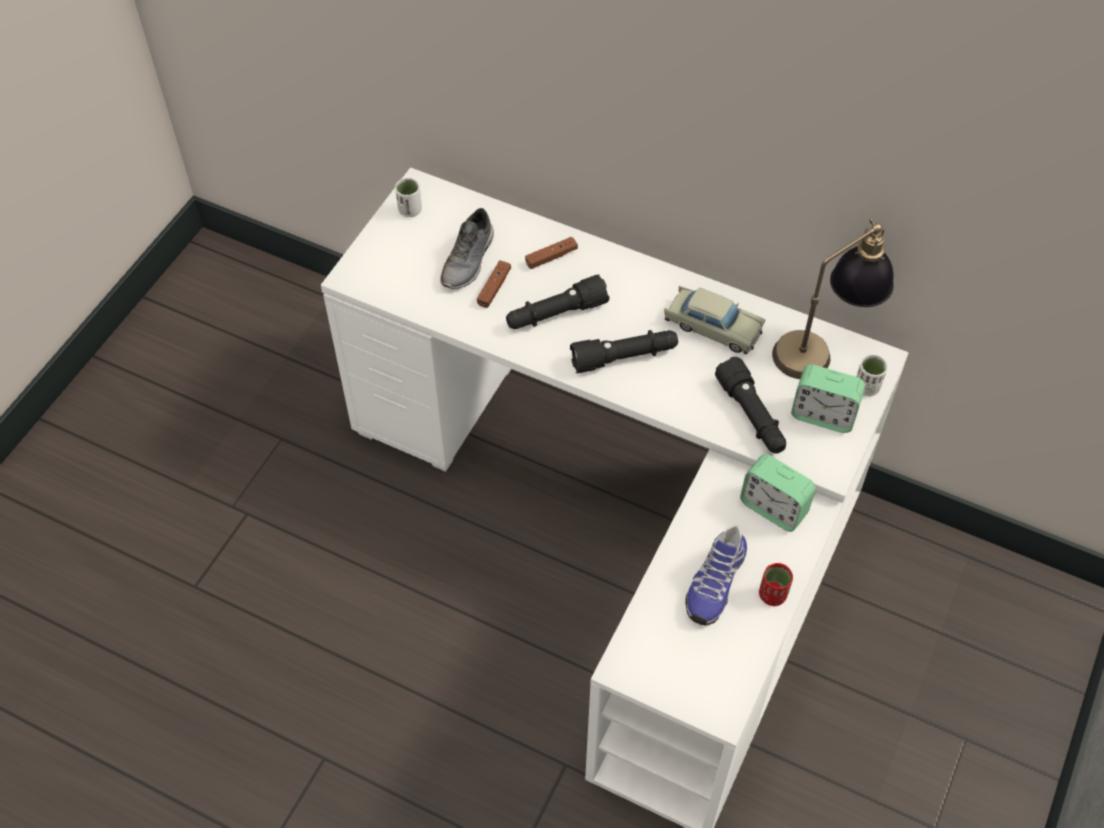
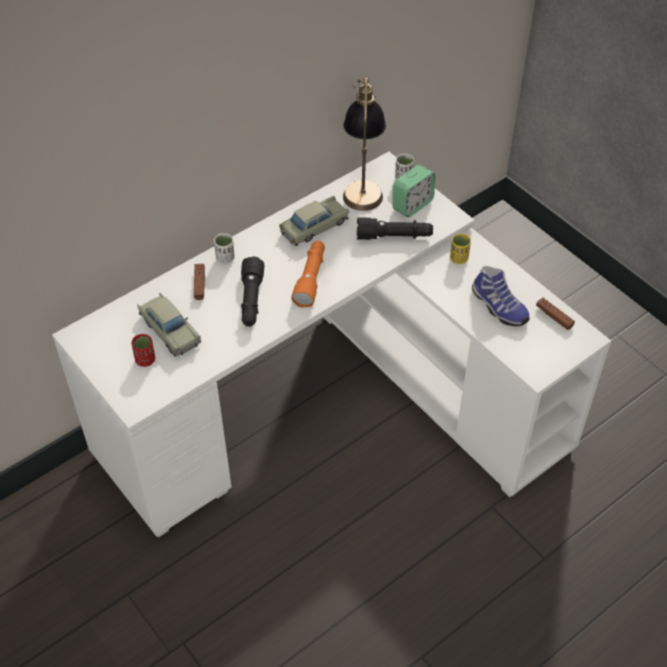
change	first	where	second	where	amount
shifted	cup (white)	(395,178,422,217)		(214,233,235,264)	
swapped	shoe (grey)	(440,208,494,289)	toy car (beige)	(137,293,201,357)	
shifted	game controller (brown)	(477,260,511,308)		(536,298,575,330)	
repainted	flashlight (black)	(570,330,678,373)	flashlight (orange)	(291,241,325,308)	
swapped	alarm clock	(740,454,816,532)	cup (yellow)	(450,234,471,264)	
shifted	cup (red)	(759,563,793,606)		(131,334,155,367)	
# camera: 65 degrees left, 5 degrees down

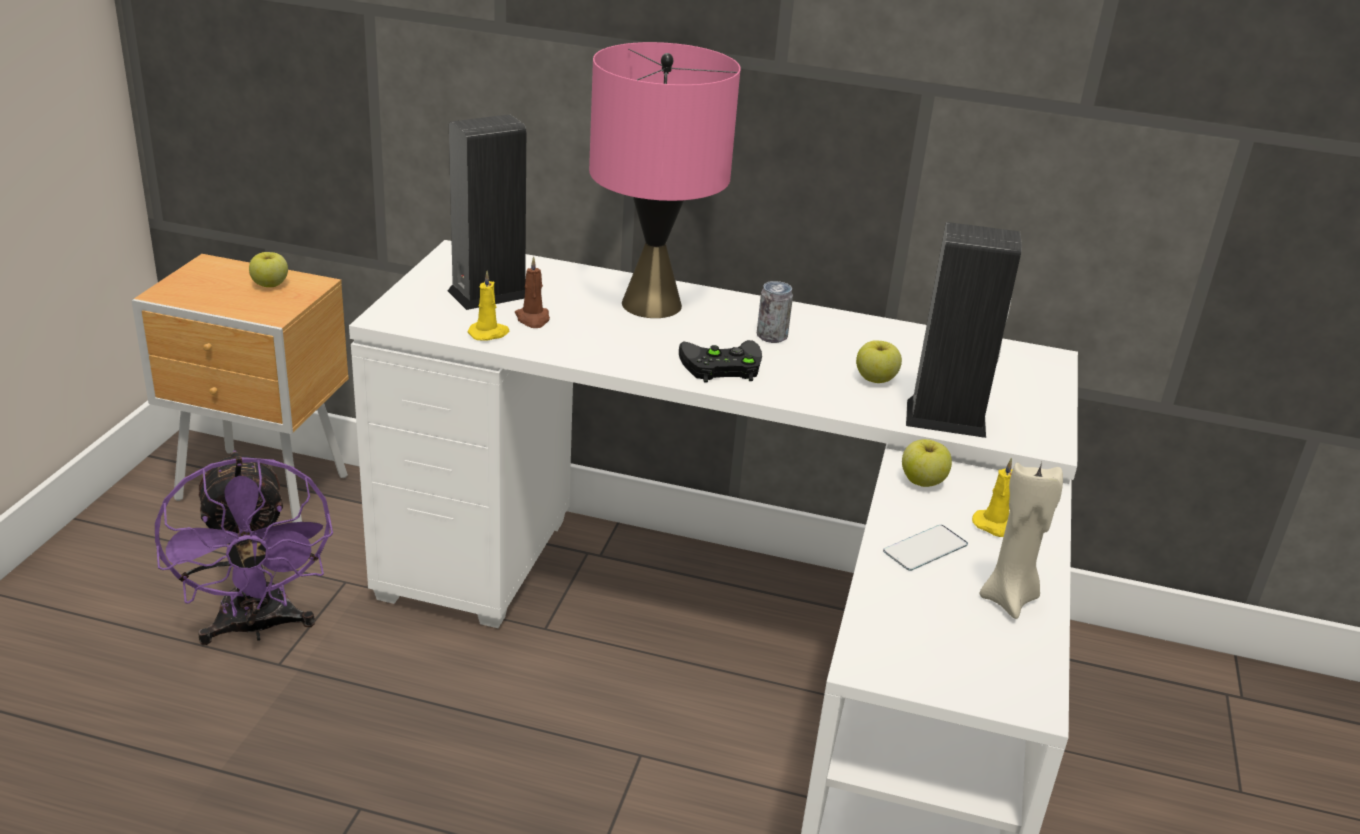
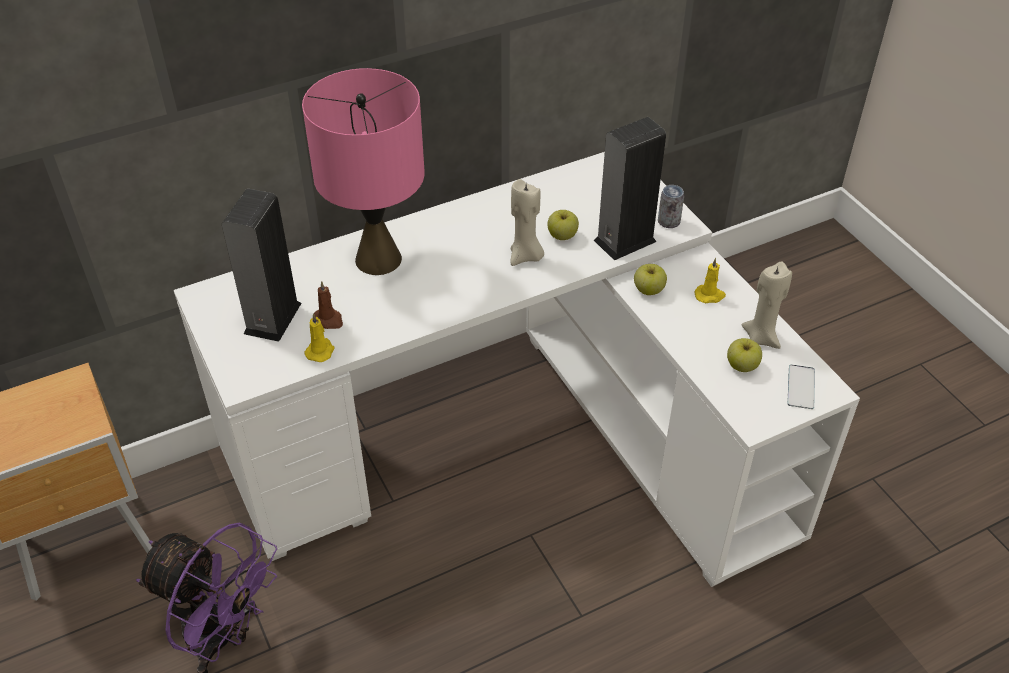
change	first	where	second	where	amount
shifted	apple	(249,252,288,287)		(727,338,762,372)	
gone	game controller (black)	(679,340,762,382)			
shifted	can	(757,281,793,343)		(658,185,684,228)	
shifted	phone	(883,525,968,571)		(787,364,815,409)	
new			candle (beige)	(510,179,544,266)	
# camera: 40 degrees left, 15 degrees up

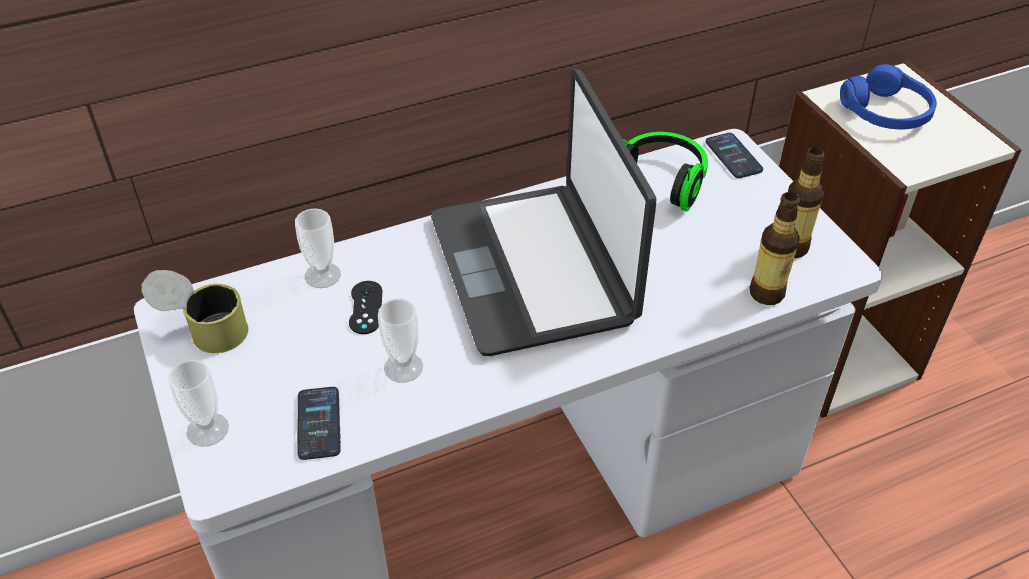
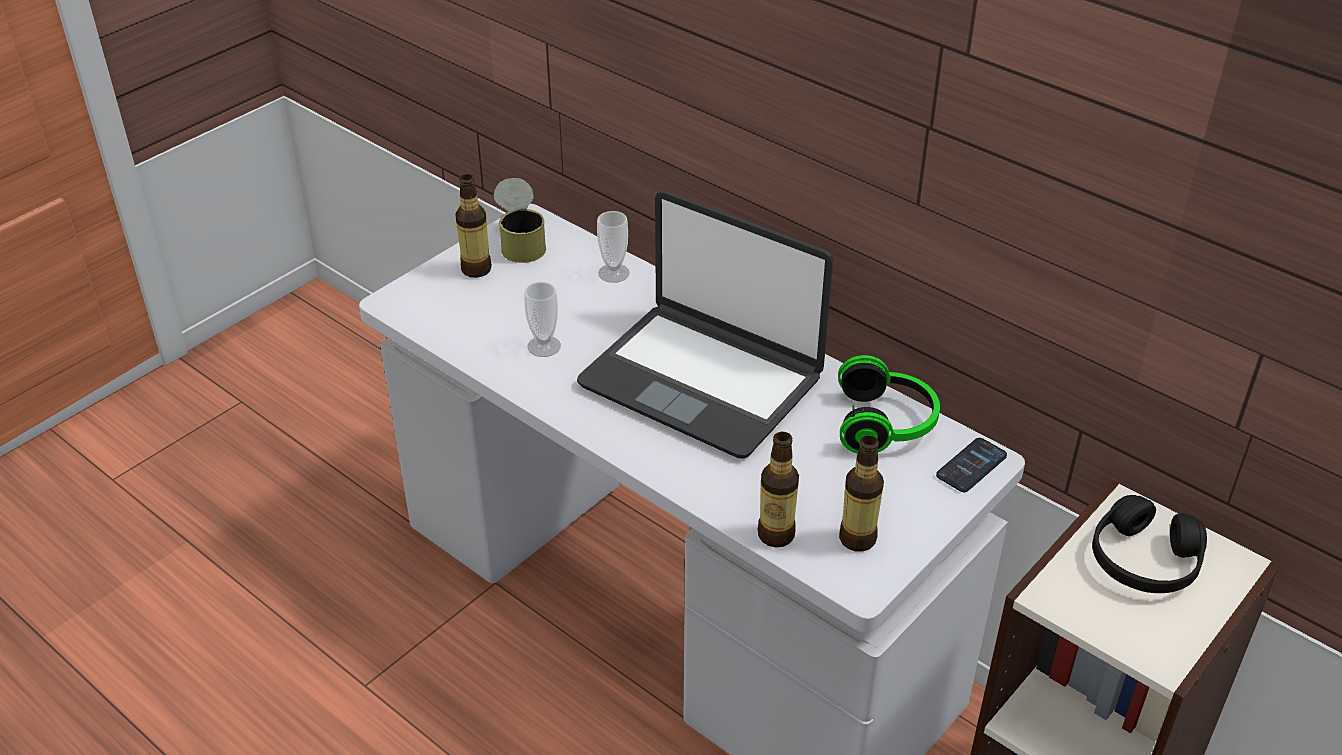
change	first	where	second	where	amount
gone	cup	(168,360,229,447)			
gone	phone	(297,387,341,460)			
gone	game controller (black)	(349,281,382,334)			
rotated	laptop	(431,69,656,356)		(577,191,833,459)	105 degrees counterclockwise
repainted	headphones (blue)	(840,64,937,130)	headphones (black)	(1092,495,1207,593)	
new			bottle	(455,174,492,278)	
# camera: 65 degrees right, 5 degrees down

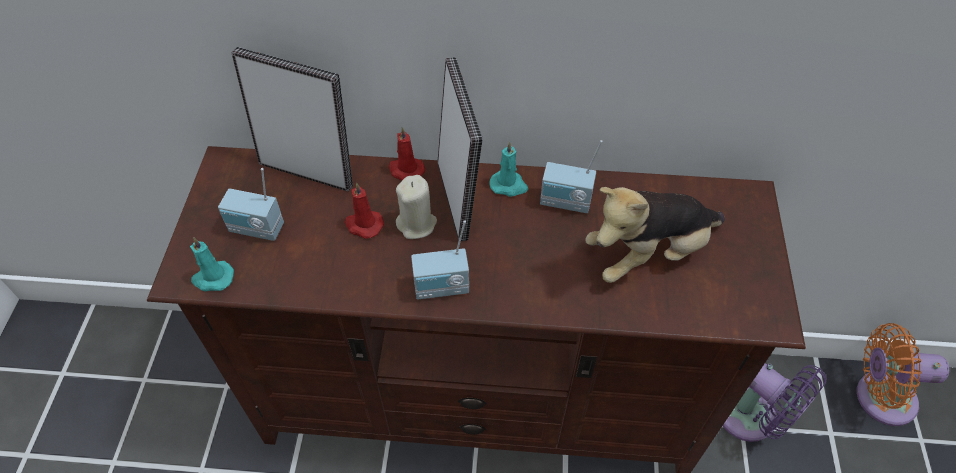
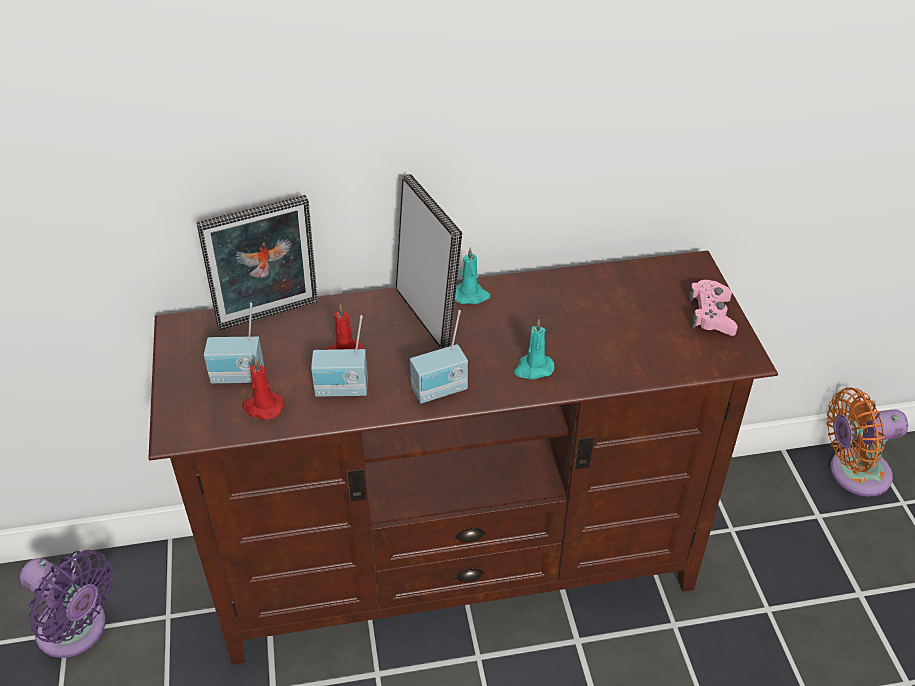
change	first	where	second	where	amount
shifted	candle (turquoise)	(190,237,234,291)		(514,319,555,379)	
rotated	picture frame	(232,47,353,192)		(196,195,318,330)	150 degrees clockwise
shifted	candle (red)	(389,127,425,181)		(243,358,285,420)	
gone	candle (beige)	(396,175,437,239)			
shifted	radio	(540,140,603,213)		(311,315,368,397)	
gone	plush toy	(586,187,725,283)			
shifted	fan (purple)	(723,363,826,442)		(20,550,114,658)	
new			game controller (pink)	(688,280,738,336)	
# camera: 15 degrees left, 10 degrees down

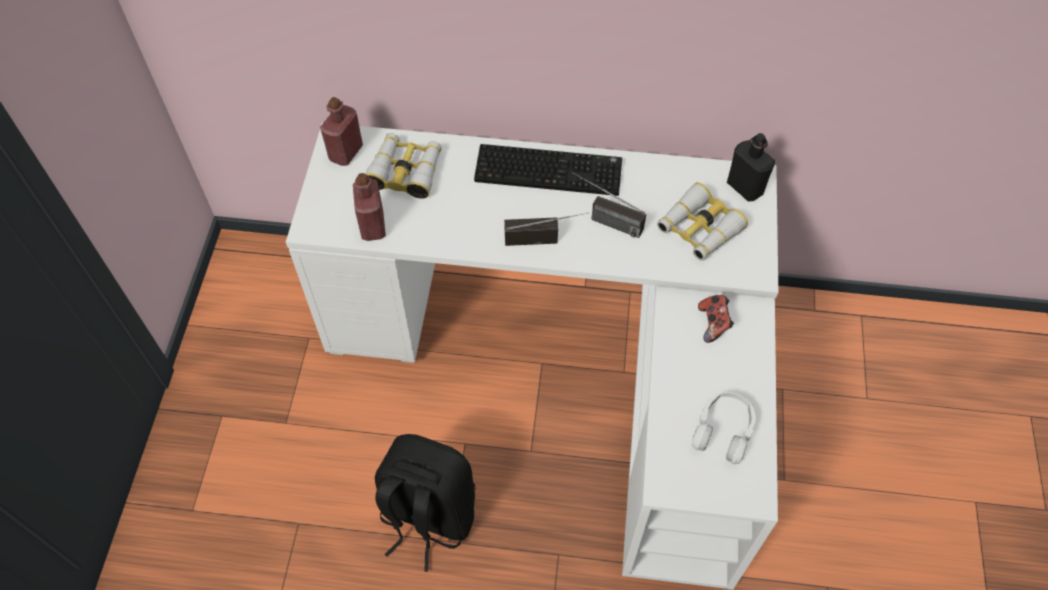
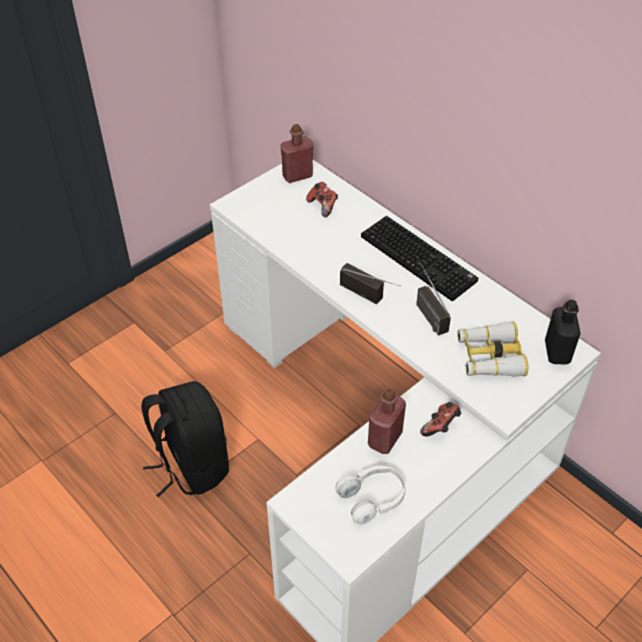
change	first	where	second	where	amount
shifted	bottle (red)	(353,173,386,241)		(368,388,406,454)	
swapped	binoculars	(366,133,442,199)	game controller	(306,182,338,217)	
# camera: 40 degrees right, 10 degrees down

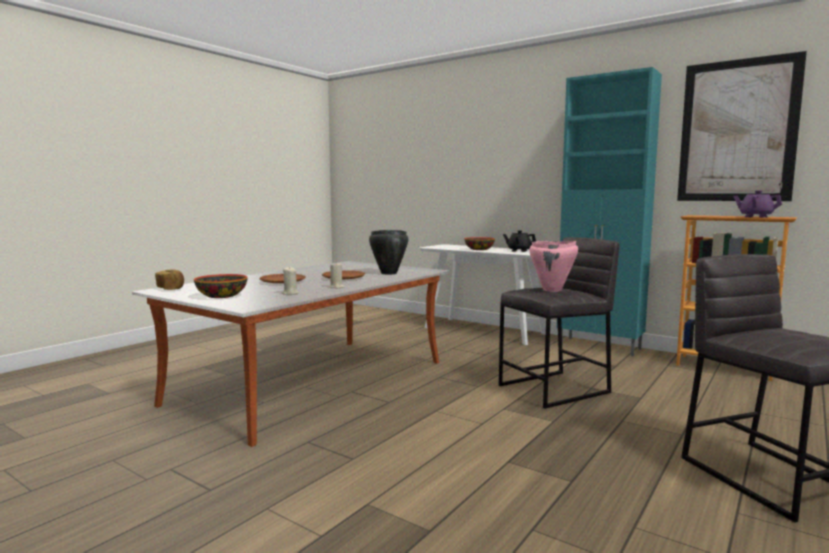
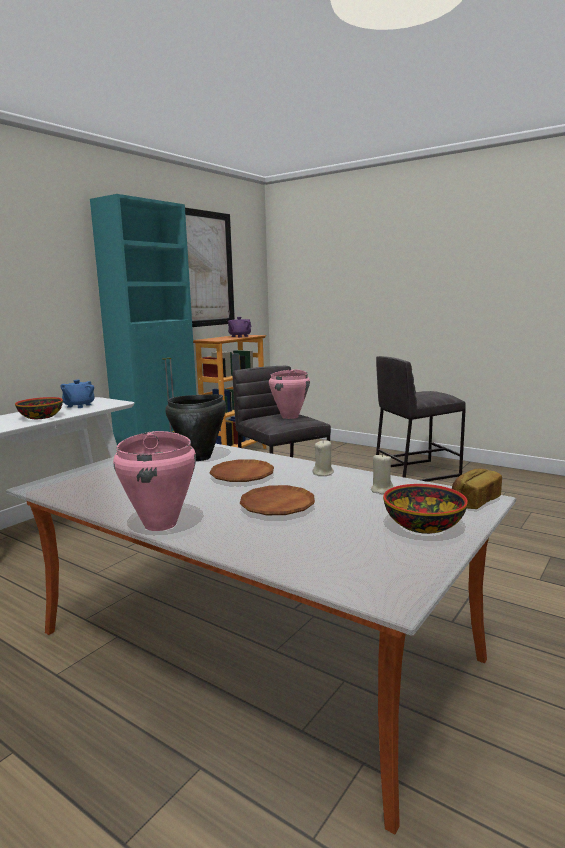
change	first	where	second	where	amount
shifted	bread	(155,269,184,290)		(452,468,502,509)	
repainted	teapot (black)	(503,230,536,252)	teapot (blue)	(60,380,95,408)	
new			cooking pot (pink)	(113,431,196,531)	
# camera: 90 degrees left, 5 degrees up

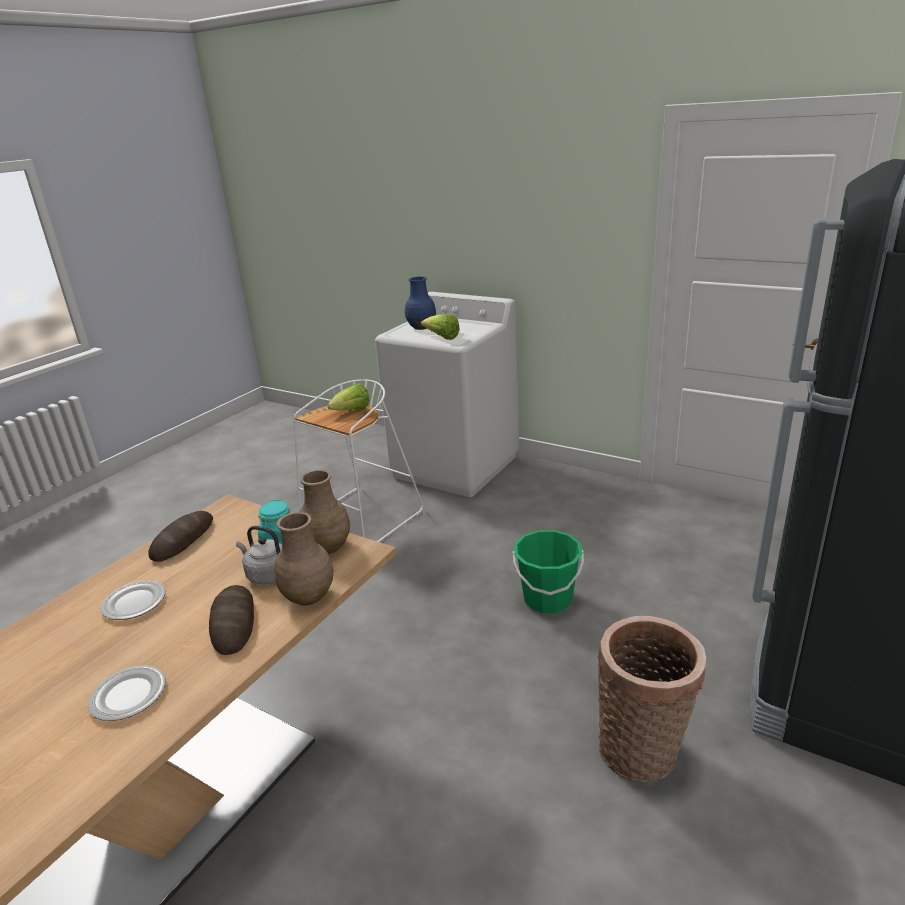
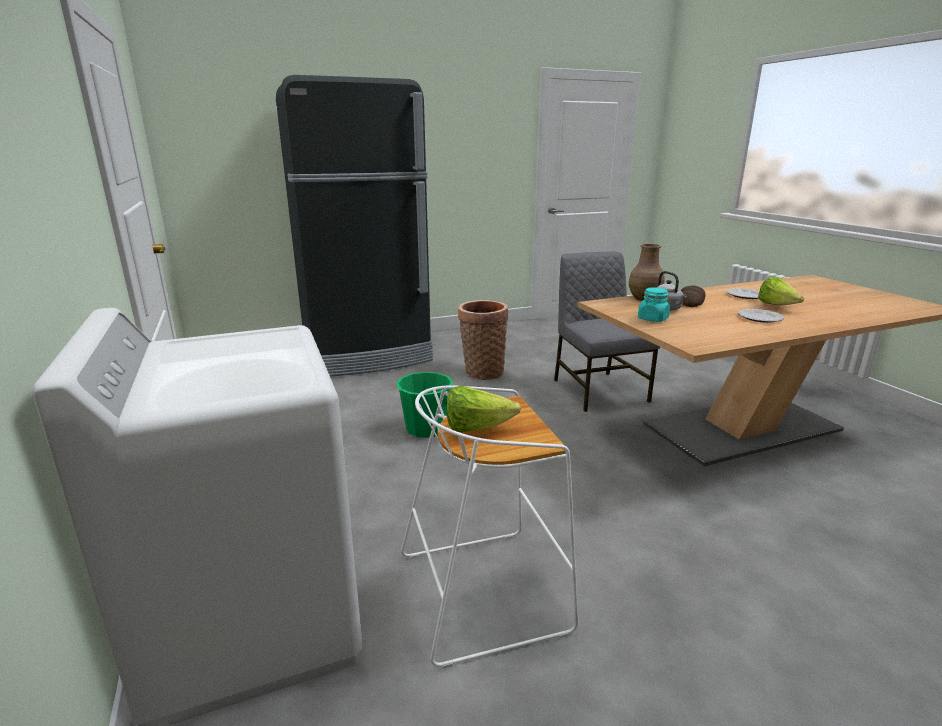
change	first	where	second	where	amount
gone	bread	(148,511,213,562)			
gone	vase (brown)	(299,470,350,554)			
gone	vase (blue)	(405,276,436,330)			
shifted	lettuce	(421,314,460,340)		(758,277,804,305)	
new			chair (grey)	(554,251,660,412)	
# camera: 145 degrees left, 5 degrees down

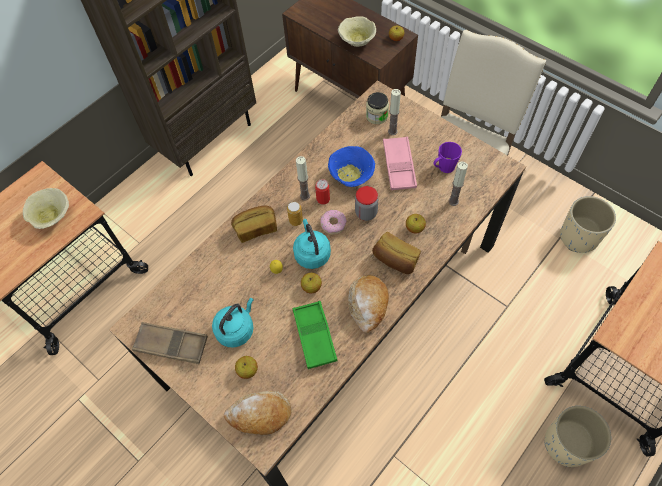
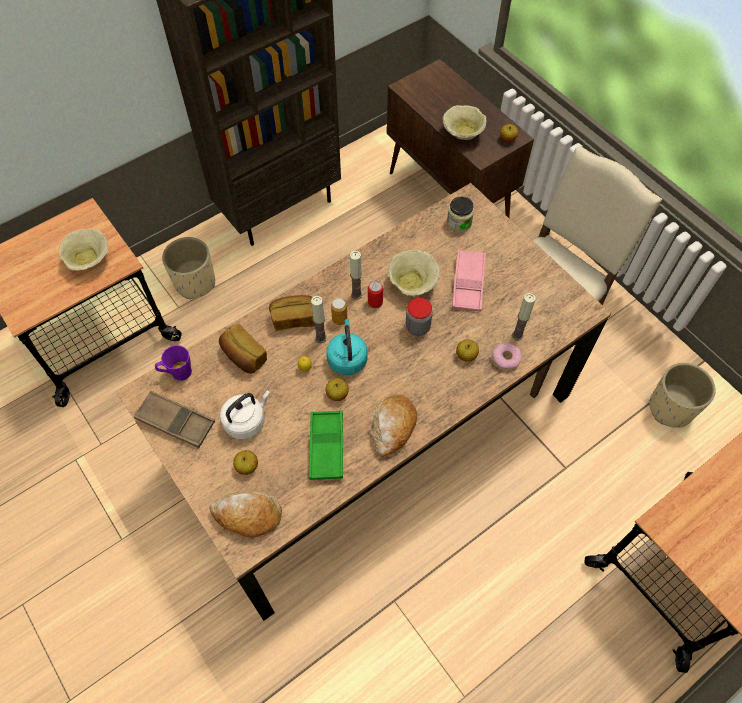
change	first	where	second	where	amount
repainted	kettle (turquoise)	(212,298,254,348)	kettle (white)	(220,390,270,439)	
shifted	donut	(320,210,347,235)		(492,342,522,371)	
repainted	bowl (blue)	(328,146,375,187)	bowl (beige)	(388,250,440,296)	
shifted	bread	(372,232,421,274)		(219,324,267,374)	
shifted	candle	(388,89,401,135)		(311,296,327,343)	
shifted	mug (purple)	(433,142,462,173)		(155,345,192,381)	
shifted	planter (beige)	(545,406,611,467)		(162,237,215,299)	
# camera: 10 degrees right, 0 degrees up

